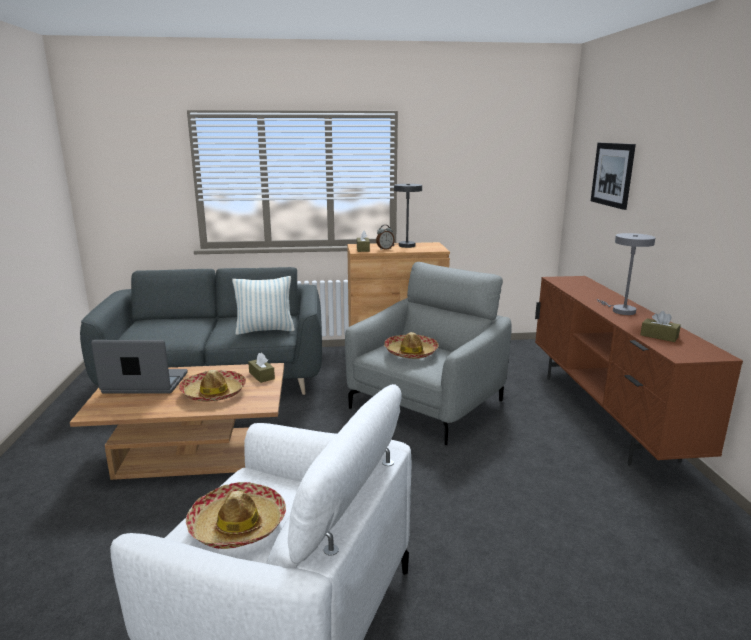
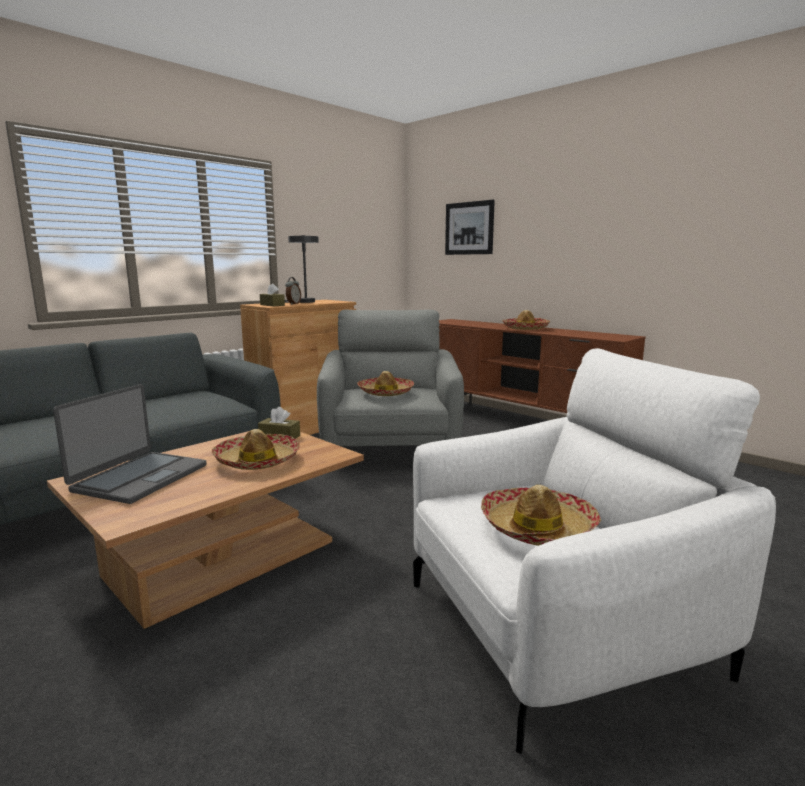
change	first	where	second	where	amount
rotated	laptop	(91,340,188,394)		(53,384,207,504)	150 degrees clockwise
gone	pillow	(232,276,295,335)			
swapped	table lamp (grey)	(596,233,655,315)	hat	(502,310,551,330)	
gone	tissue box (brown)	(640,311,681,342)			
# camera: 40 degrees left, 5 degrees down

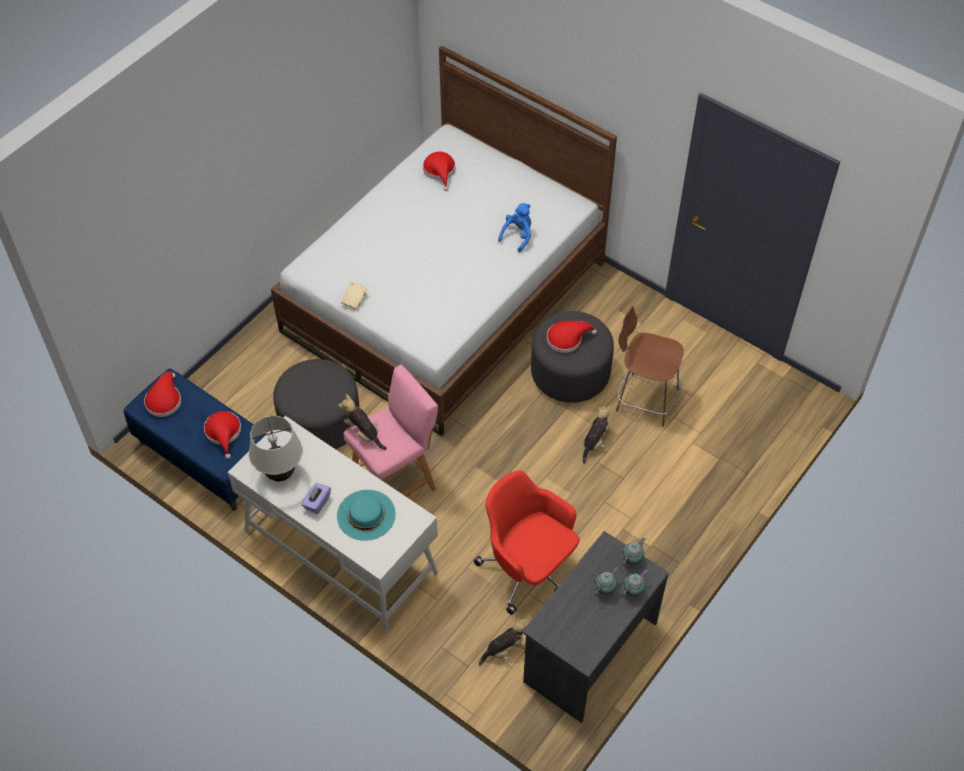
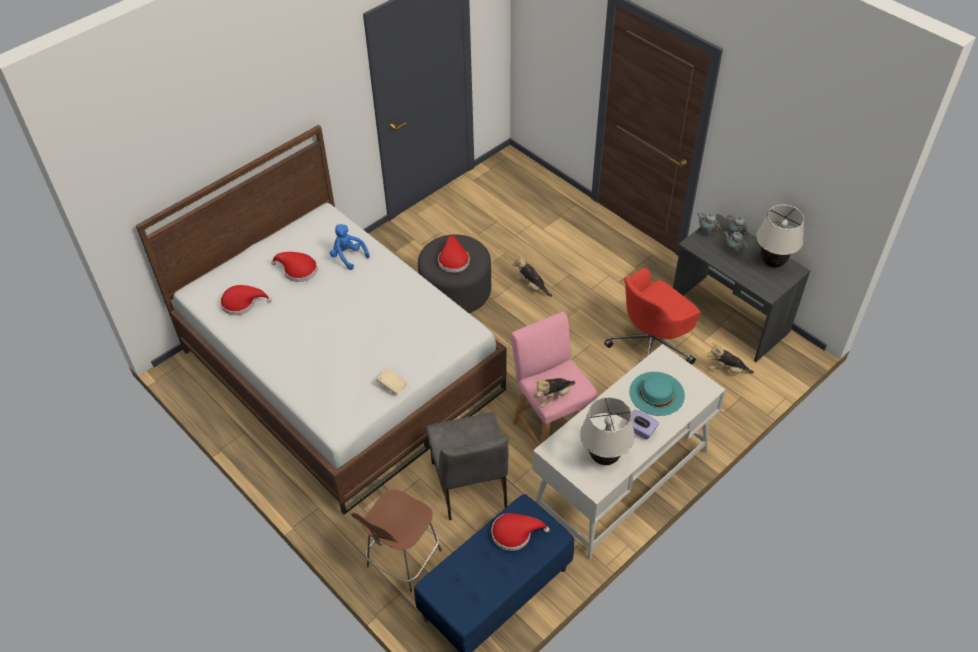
change	first	where	second	where	amount
shifted	hat (red)	(144,371,181,417)		(271,252,317,282)	
swapped	ottoman (grey)	(273,359,360,449)	chair (grey)	(426,412,509,520)	
rotated	plush toy	(479,616,529,666)		(707,343,754,374)	60 degrees counterclockwise
shifted	chair (brown)	(616,306,684,427)		(351,489,442,593)	
new			table lamp (beige)	(756,205,804,268)	
# camera: 80 degrees left, 5 degrees down

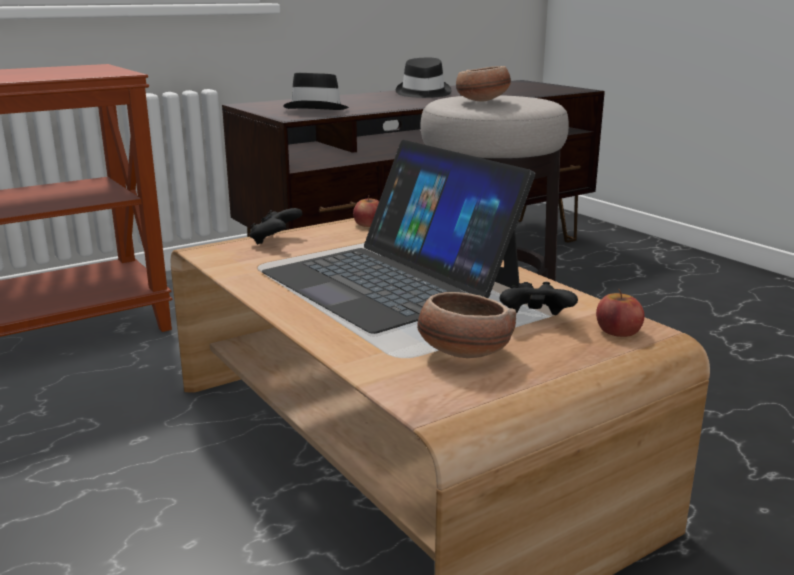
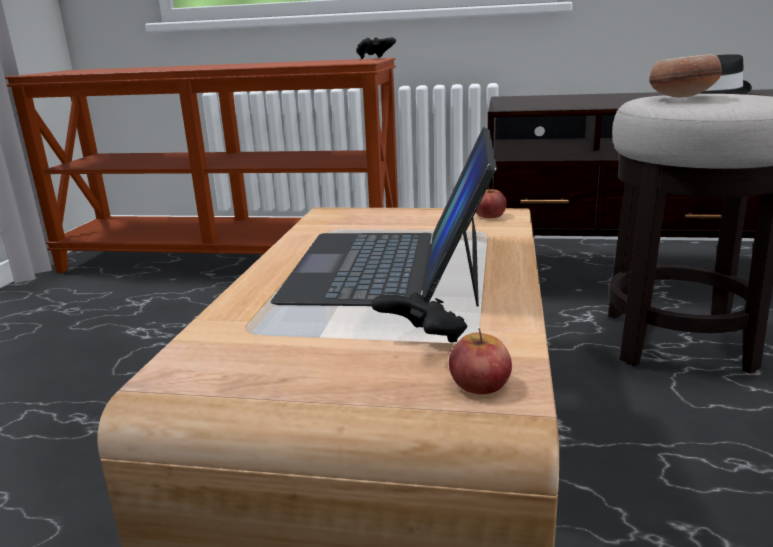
change	first	where	second	where	amount
shifted	game controller (black)	(249,208,303,245)		(356,37,396,59)	
gone	hat (black)	(283,73,349,110)			
gone	bowl	(417,292,516,358)			
# camera: 45 degrees right, 0 degrees up

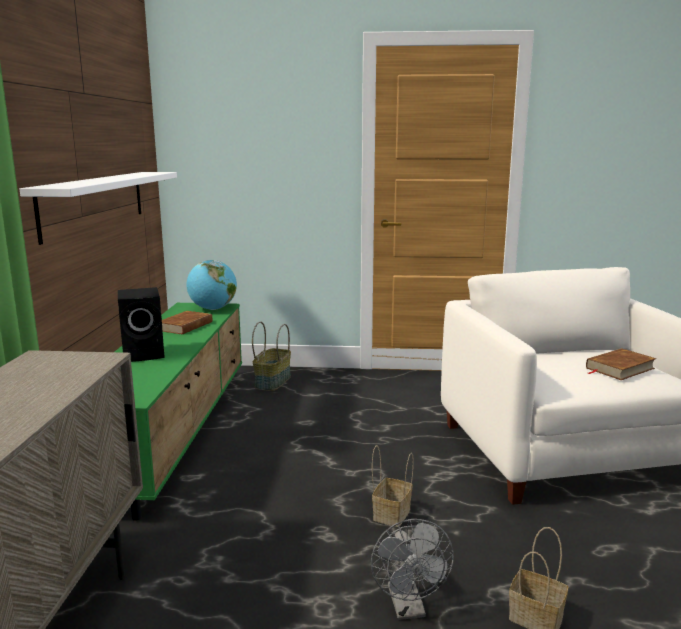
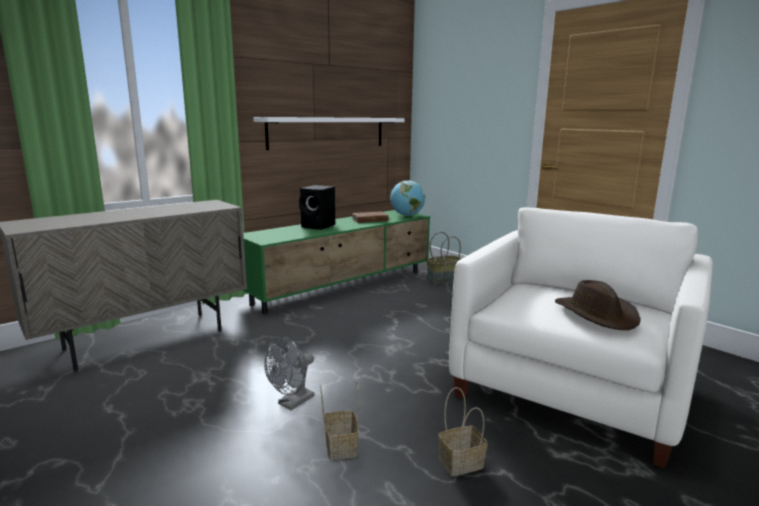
change	first	where	second	where	amount
shifted	basket	(372,445,414,527)		(438,387,488,476)	
swapped	book (brown)	(586,348,656,380)	hat (brown)	(555,280,641,330)	
# camera: 45 degrees right, 0 degrees up

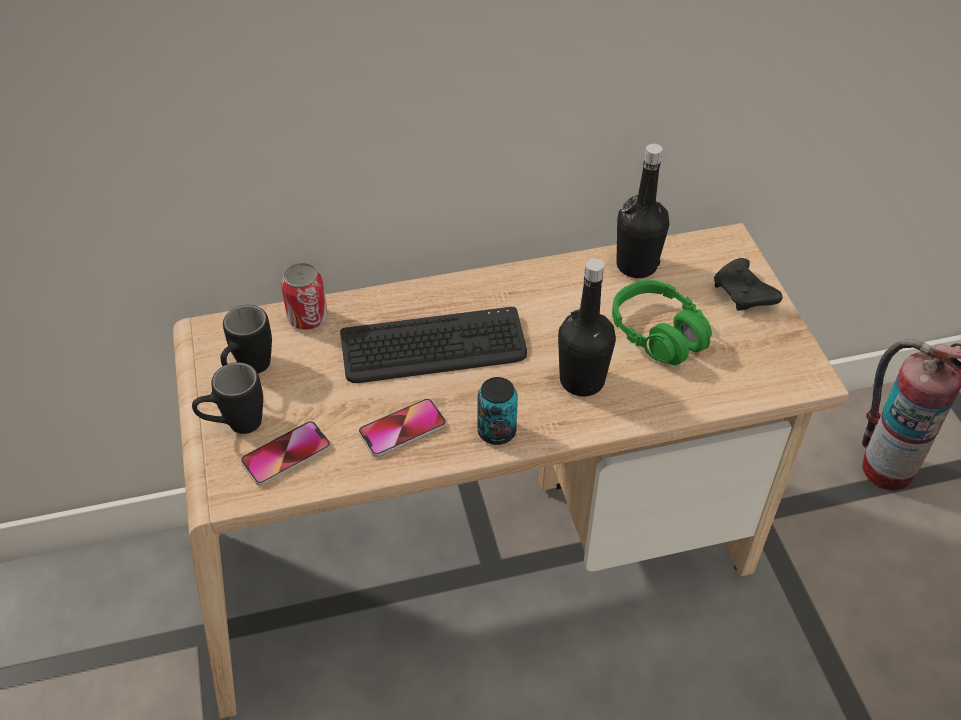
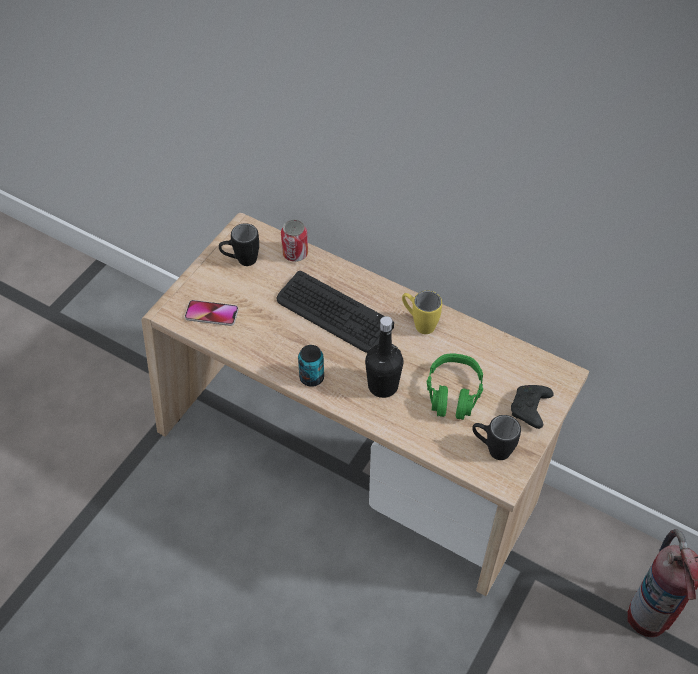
change	first	where	second	where	amount
shifted	mug (black)	(192,362,263,434)		(472,415,521,460)	
gone	phone	(358,398,446,457)			
gone	bottle (black)	(617,144,669,278)			
new			mug (yellow)	(402,291,442,334)	
# camera: 45 degrees right, 5 degrees up

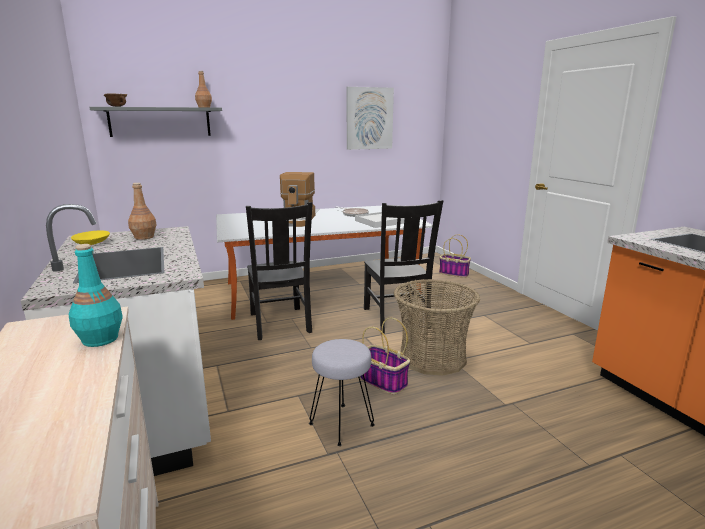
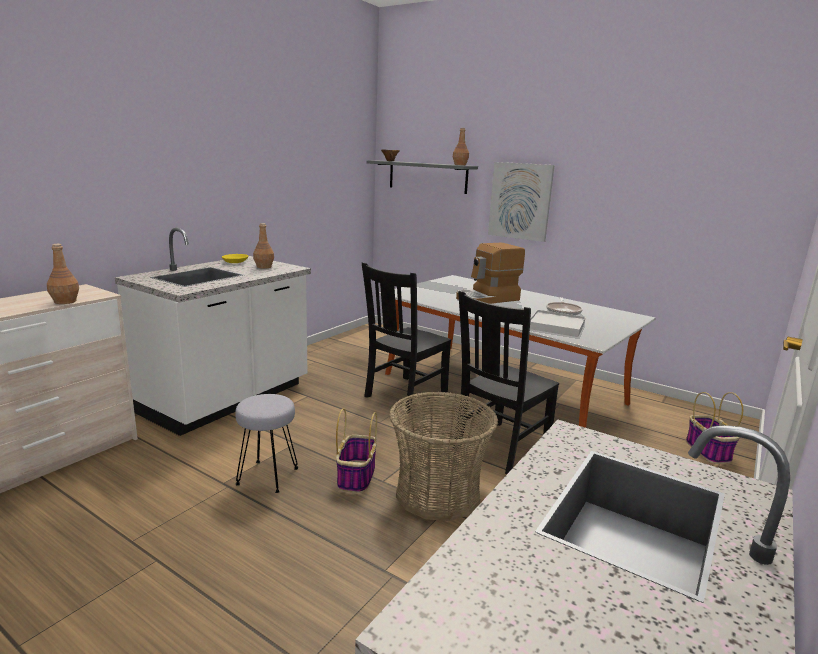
change	first	where	second	where	amount
repainted	bottle (turquoise)	(68,244,123,347)	bottle (brown)	(47,244,79,304)	
shifted	picture	(346,87,394,150)		(488,162,555,242)	
# camera: 55 degrees right, 0 degrees up

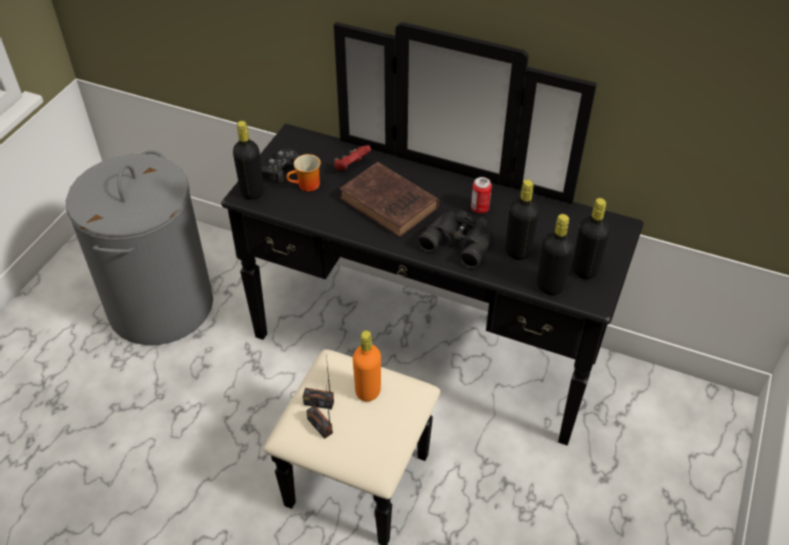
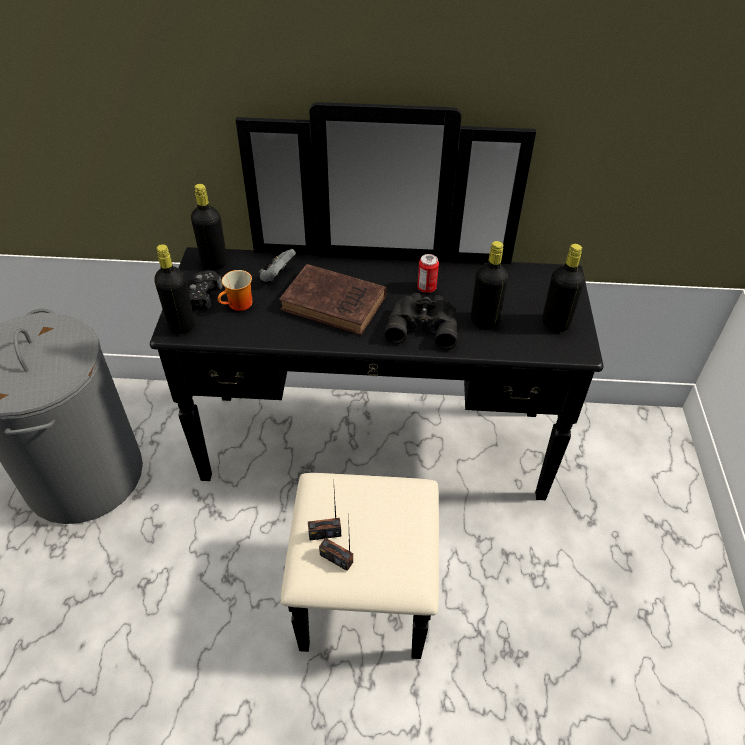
change	first	where	second	where	amount
repainted	game controller (red)	(334,145,371,171)	game controller (grey)	(259,249,296,282)	
gone	bottle (orange)	(353,330,381,402)			
shifted	bottle (black)	(537,214,574,295)		(191,184,227,270)	
# camera: 20 degrees left, 0 degrees up

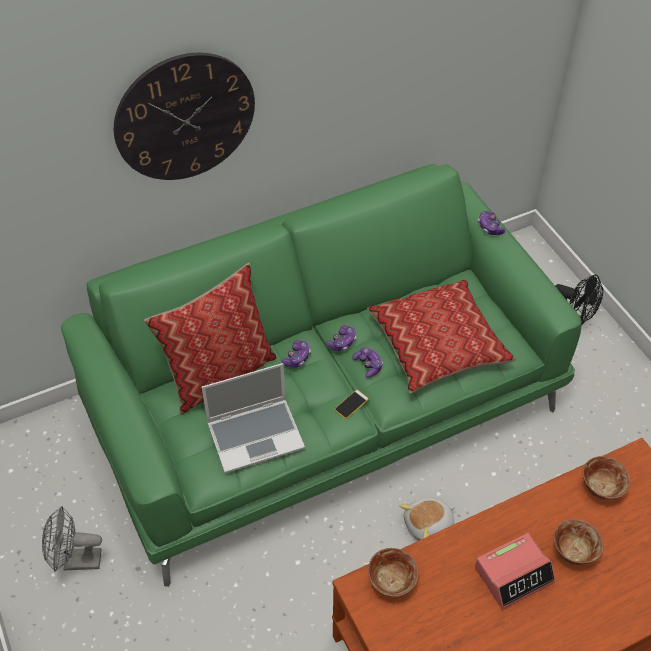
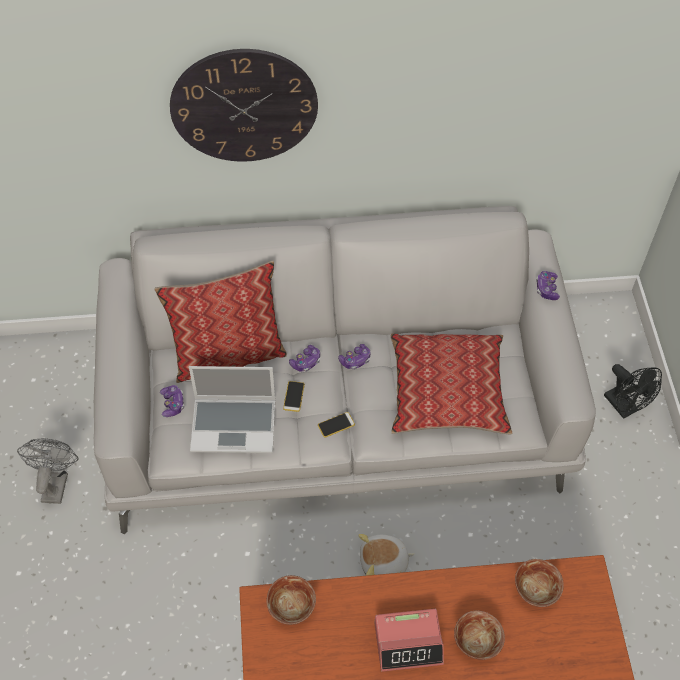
change	first	where	second	where	amount
rotated	fan (grey)	(42,506,102,572)		(17,438,78,504)	75 degrees clockwise
repainted	sofa (green)	(61,164,581,587)	sofa (grey)	(94,206,596,534)	
shifted	game controller	(352,347,383,378)		(160,385,184,417)	
new			phone	(283,381,305,412)	
# camera: 20 degrees right, 5 degrees up

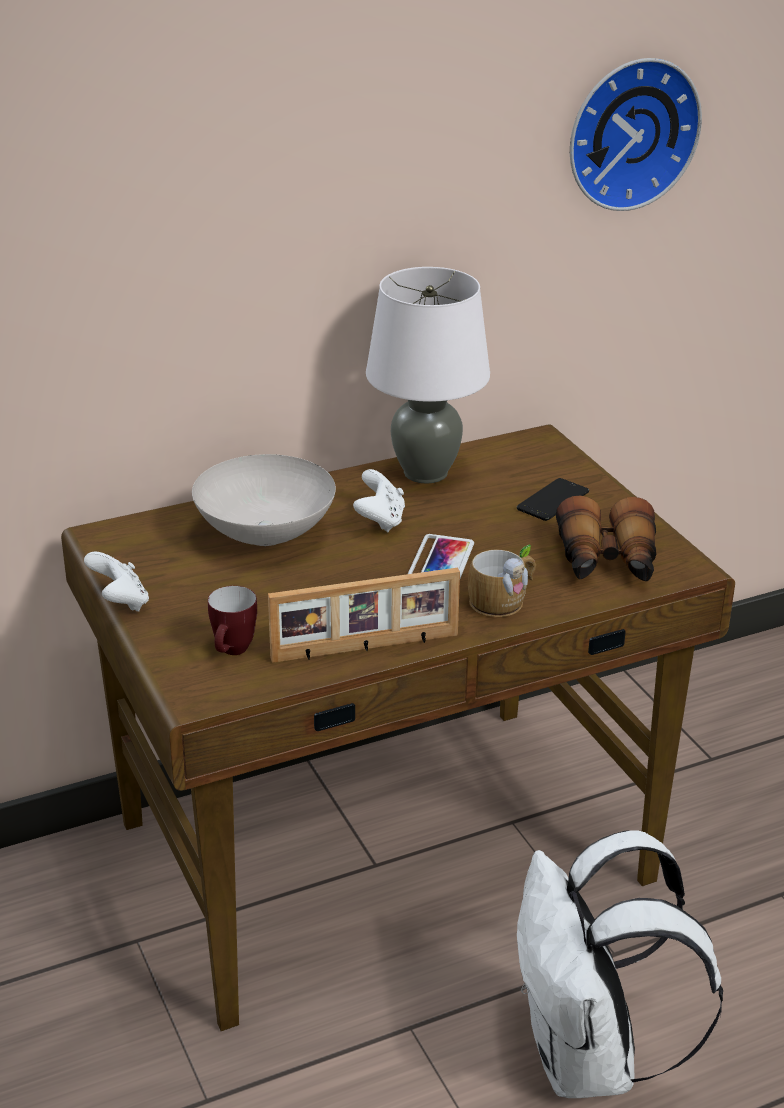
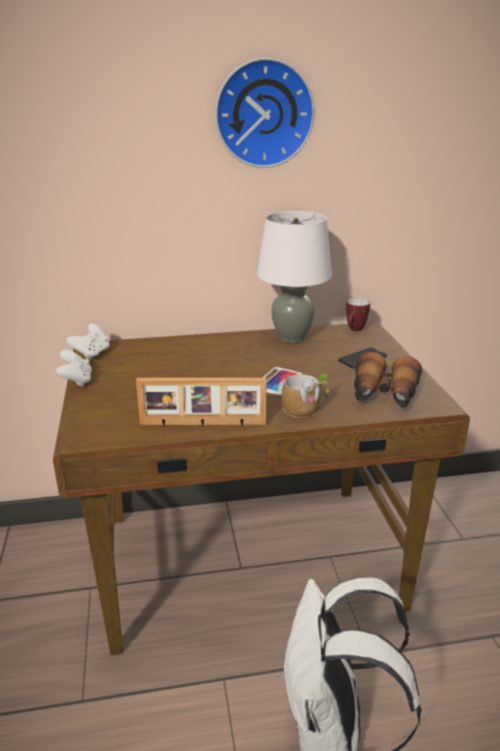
change	first	where	second	where	amount
gone	bowl (white)	(192,454,336,546)			
shifted	mug	(208,586,257,655)		(346,298,370,331)	
shifted	game controller (white)	(353,469,405,532)		(66,324,109,360)	
shifted	wall clock	(570,58,702,211)		(215,58,315,168)	
# camera: 15 degrees right, 5 degrees down

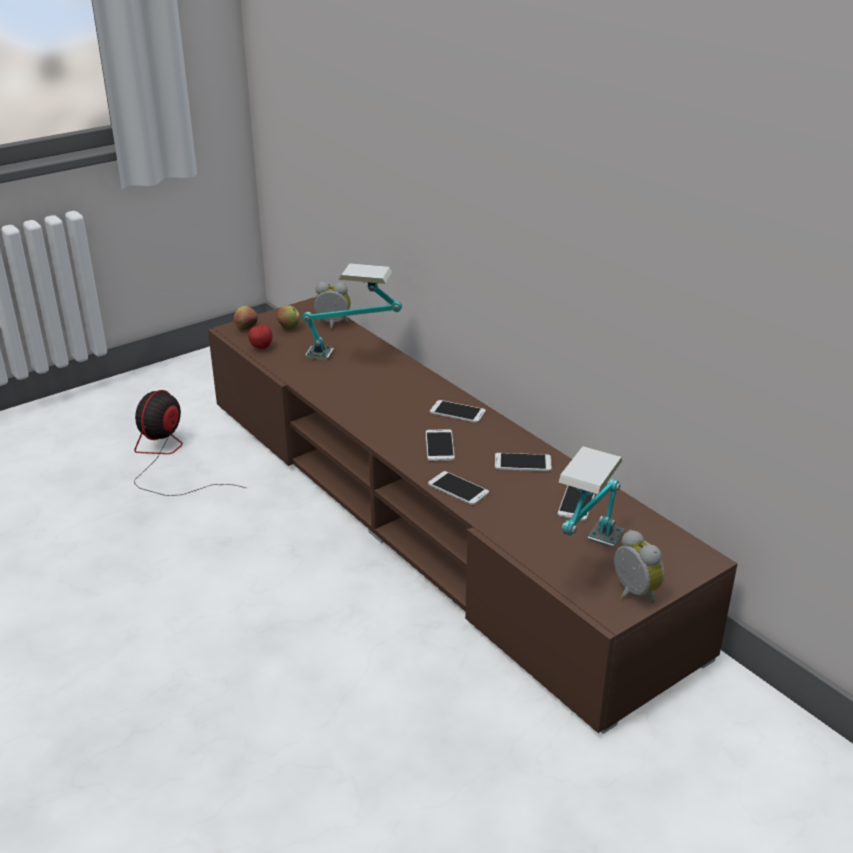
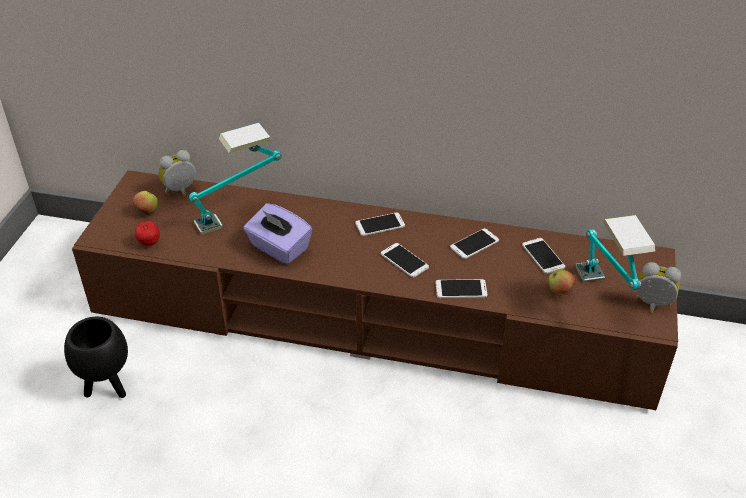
change	first	where	second	where	amount
swapped	fan	(134,390,246,496)	planter (black)	(64,317,128,398)	
shifted	apple	(234,306,258,329)		(548,269,575,296)	
new			tissue box (purple)	(243,203,312,265)	
# camera: 40 degrees left, 10 degrees up

